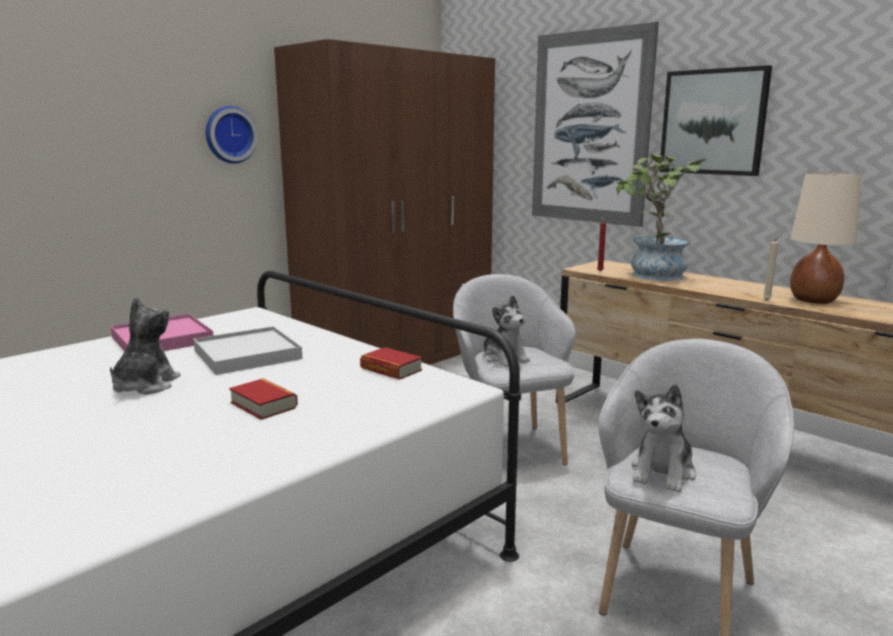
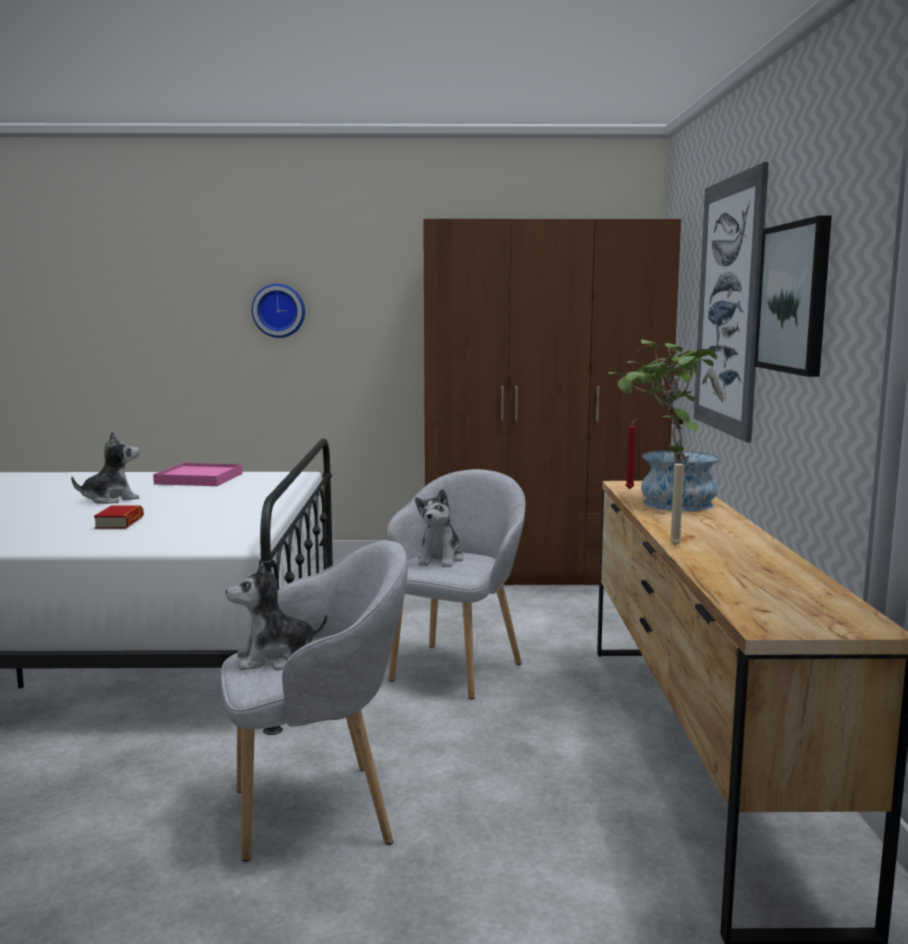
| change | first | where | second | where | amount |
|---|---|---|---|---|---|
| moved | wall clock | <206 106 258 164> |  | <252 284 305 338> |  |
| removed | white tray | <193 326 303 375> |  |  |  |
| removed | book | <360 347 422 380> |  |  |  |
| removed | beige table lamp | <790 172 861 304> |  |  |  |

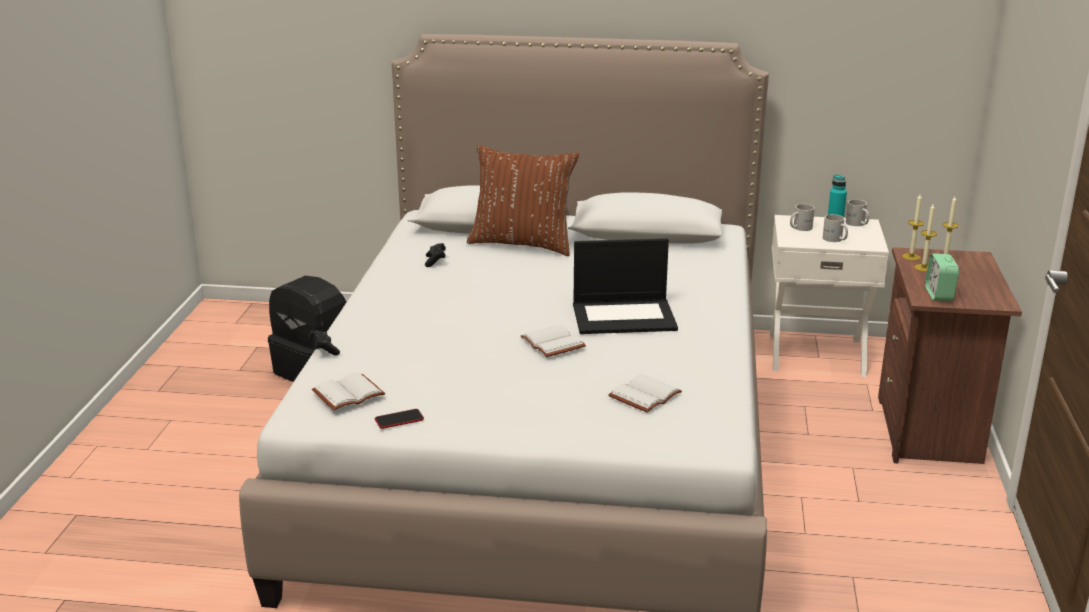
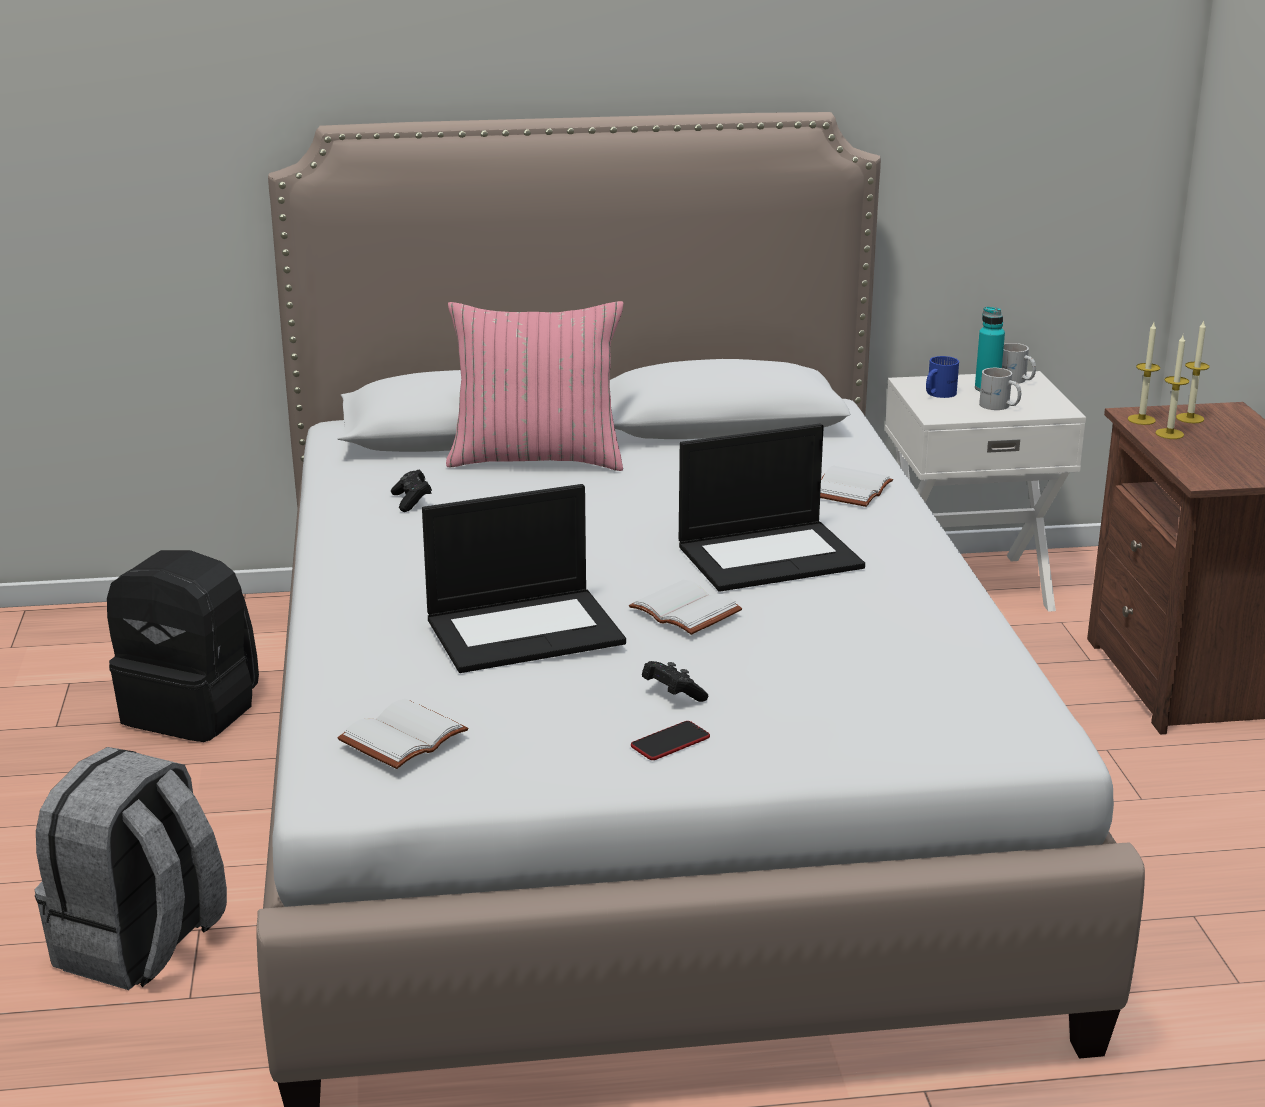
| change | first | where | second | where | amount |
|---|---|---|---|---|---|
| added |  |  | grey backpack | <34 747 227 990> |  |
| added |  |  | laptop | <422 484 626 673> |  |
| recoloured | brown pillow | <467 145 579 256> | pink pillow | <446 301 623 471> |  |
| moved | phone | <375 409 424 429> |  | <631 721 710 760> |  |
| moved | black game controller | <308 330 340 355> |  | <642 661 708 702> |  |
| moved | white book | <608 374 682 413> |  | <820 466 893 507> |  |
| recoloured | white mug | <790 204 815 231> | blue mug | <926 356 959 398> |  |
| removed | alarm clock | <925 253 959 301> |  |  |  |

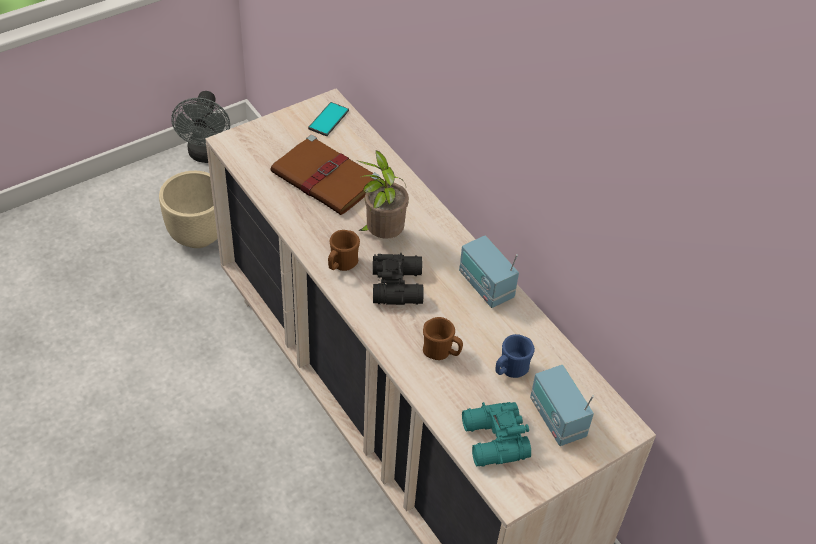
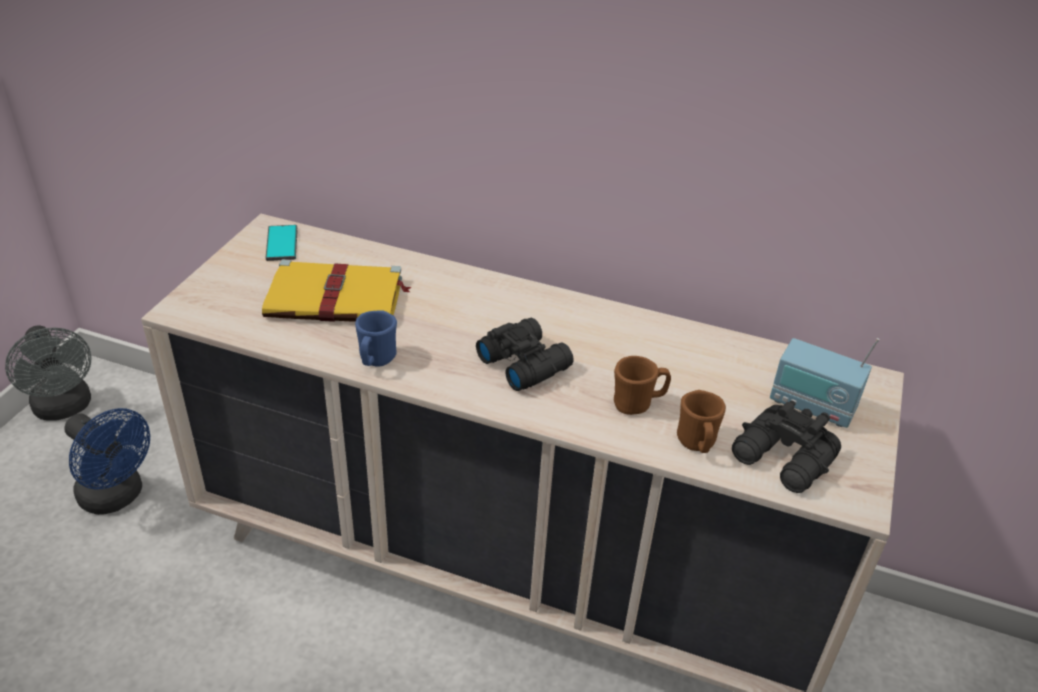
| change | first | where | second | where | amount |
|---|---|---|---|---|---|
| replaced | beige planter | <159 171 218 248> | blue fan | <65 408 150 515> |  |
| recoloured | brown book | <270 135 380 215> | yellow book | <262 259 412 322> |  |
| moved | blue mug | <495 334 535 378> |  | <355 310 397 367> |  |
| moved | brown mug | <328 230 360 271> |  | <677 390 726 453> |  |
| recoloured | turquoise binoculars | <462 402 531 467> | black binoculars | <732 401 841 493> |  |
| removed | potted plant | <358 151 409 239> |  |  |  |
| removed | radio | <459 236 519 308> |  |  |  |

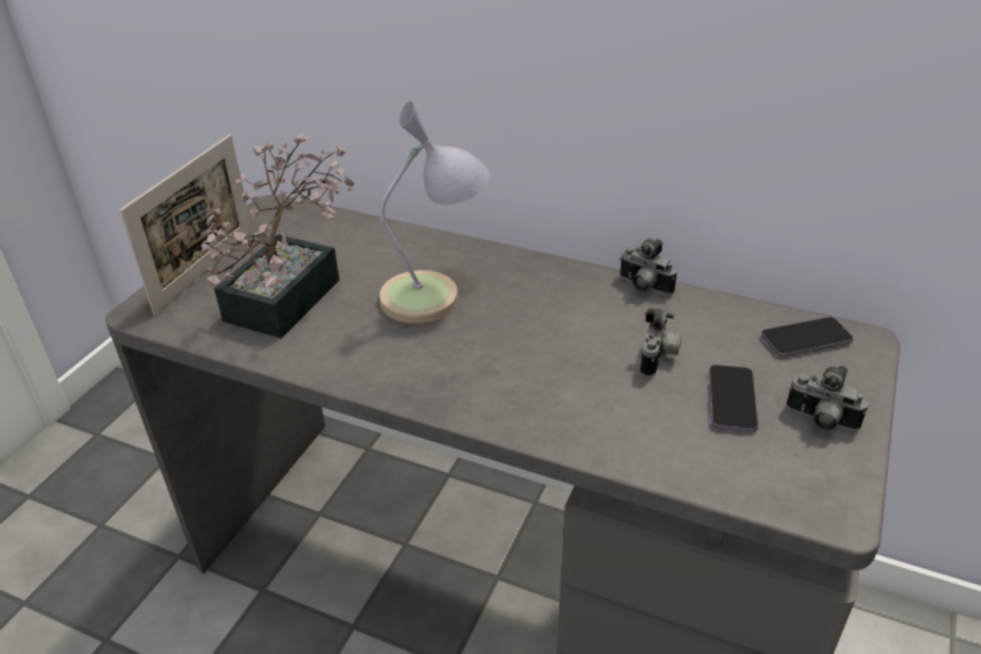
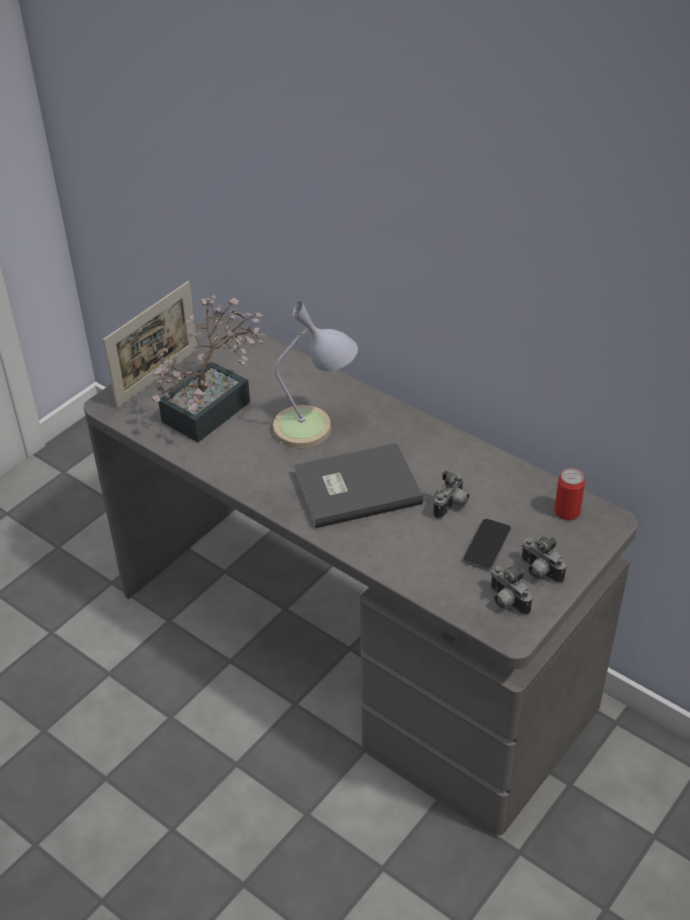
| change | first | where | second | where | amount |
|---|---|---|---|---|---|
| added |  |  | grey book | <294 443 423 528> |  |
| moved | photo camera | <620 239 677 295> |  | <491 566 532 615> |  |
| replaced | phone | <761 317 853 357> | can | <554 468 585 520> |  |

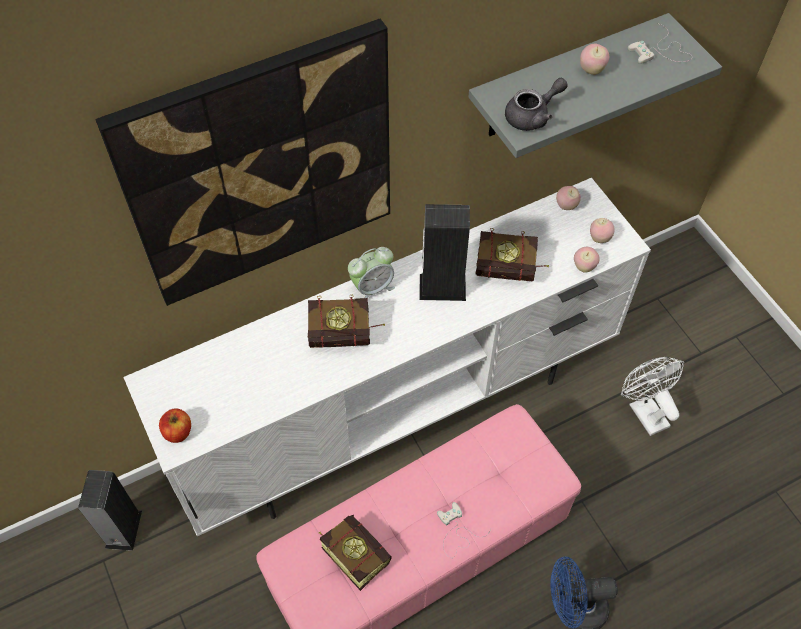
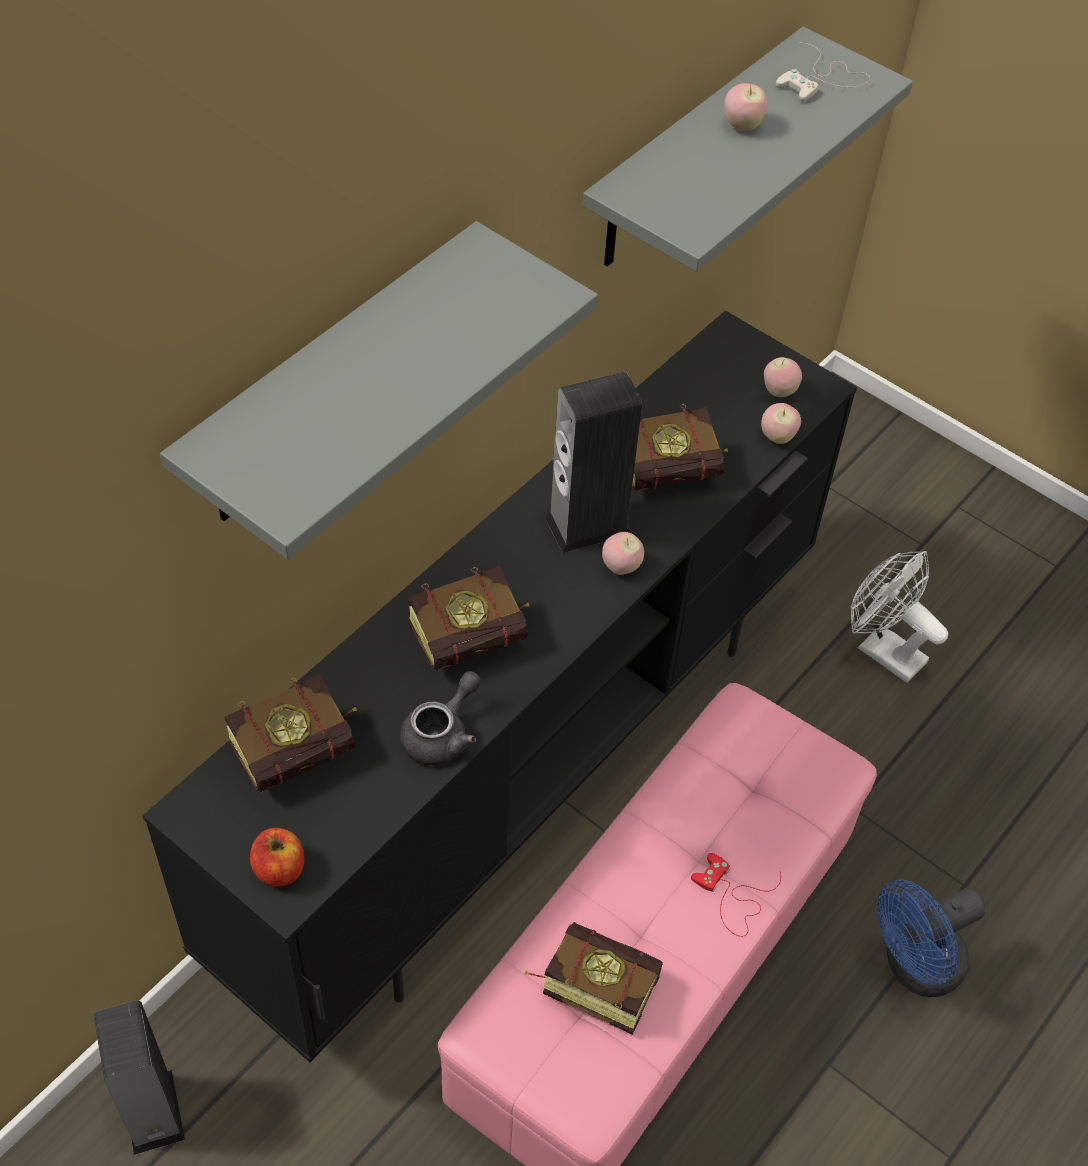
| change | first | where | second | where | amount |
|---|---|---|---|---|---|
| recoloured | white tv stand | <123 178 651 536> | black tv stand | <143 310 857 1062> |  |
| replaced | picture | <95 19 390 306> | grey shelf | <160 221 598 559> |  |
| added |  |  | book | <225 674 357 792> |  |
| moved | grey teapot | <505 78 568 131> |  | <400 671 481 765> |  |
| moved | apple | <556 186 581 210> |  | <602 532 644 575> |  |
| recoloured | white game controller | <437 502 491 558> | red game controller | <691 853 781 937> |  |
| removed | alarm clock | <348 247 395 298> |  |  |  |

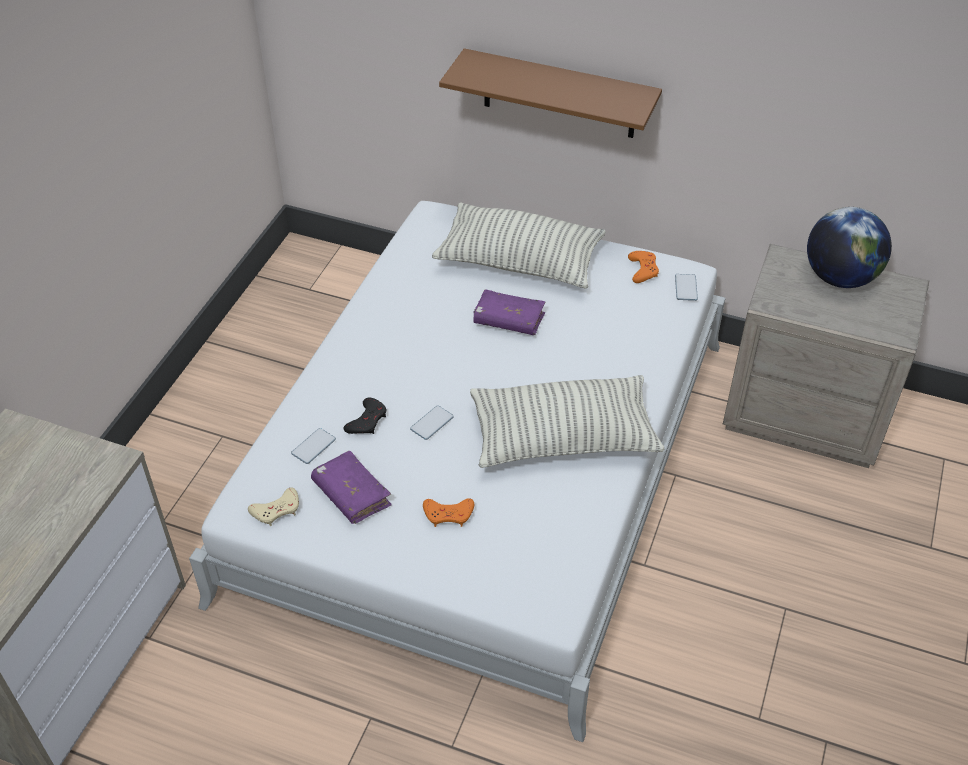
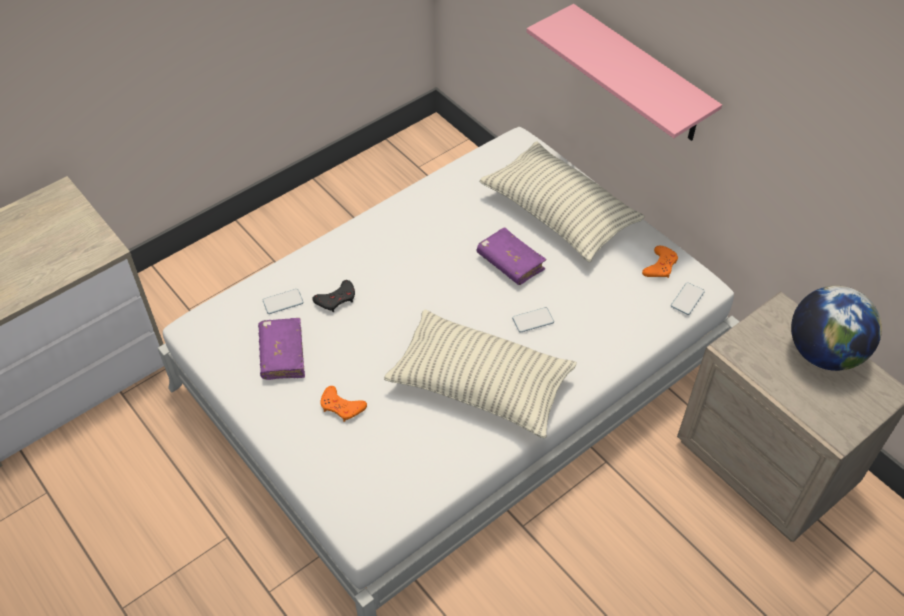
| change | first | where | second | where | amount |
|---|---|---|---|---|---|
| moved | phone | <410 405 454 440> |  | <512 307 554 333> |  |
| recoloured | brown shelf | <439 48 662 138> | pink shelf | <527 4 722 141> |  |
| removed | beige game controller | <248 488 299 526> |  |  |  |

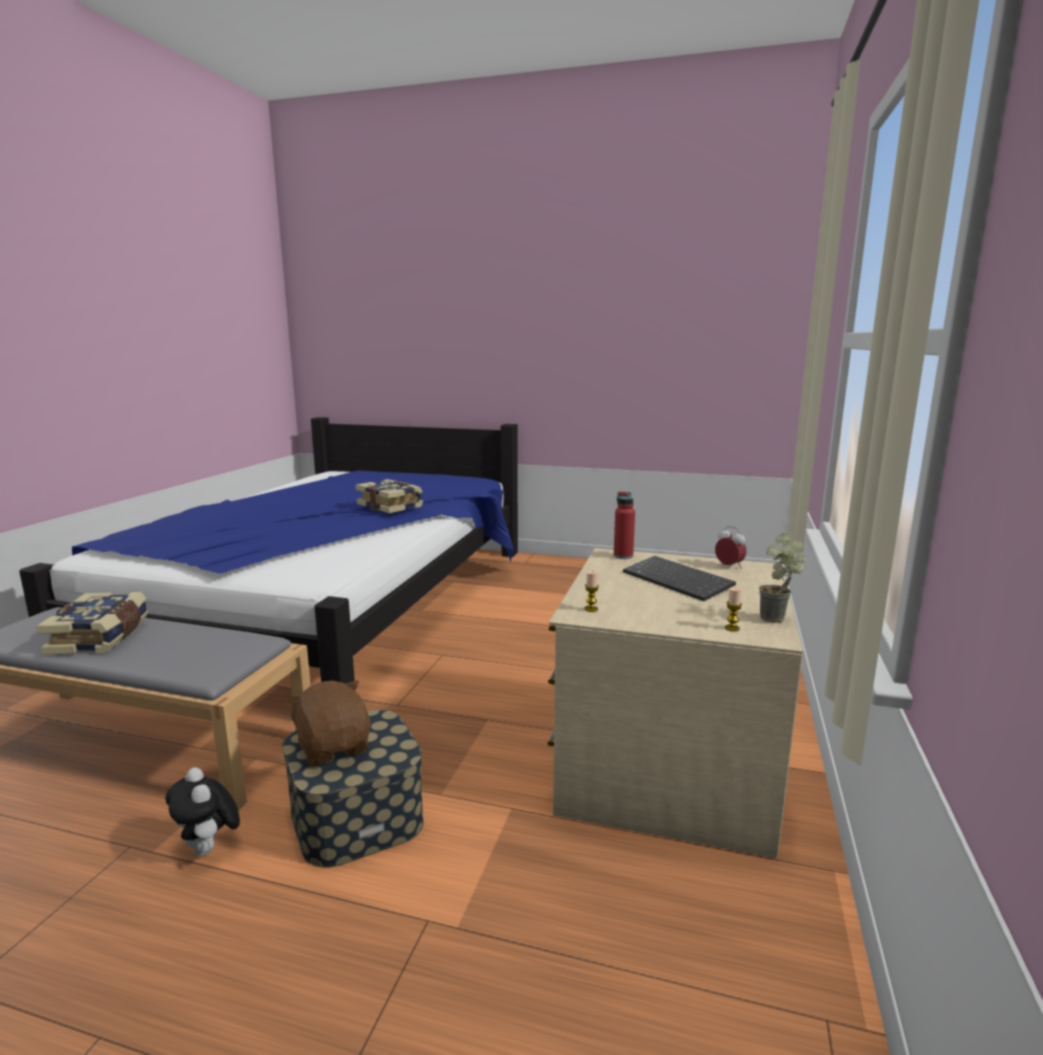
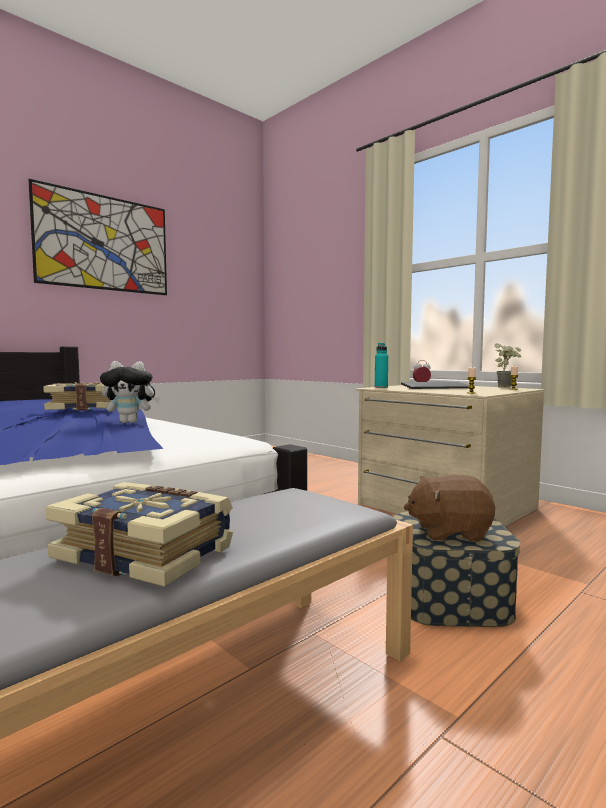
| change | first | where | second | where | amount |
|---|---|---|---|---|---|
| added |  |  | picture | <28 179 167 295> |  |
| moved | plush toy | <165 767 240 857> |  | <100 361 161 423> |  |
| recoloured | red bottle | <614 492 635 559> | turquoise bottle | <375 343 388 388> |  |

